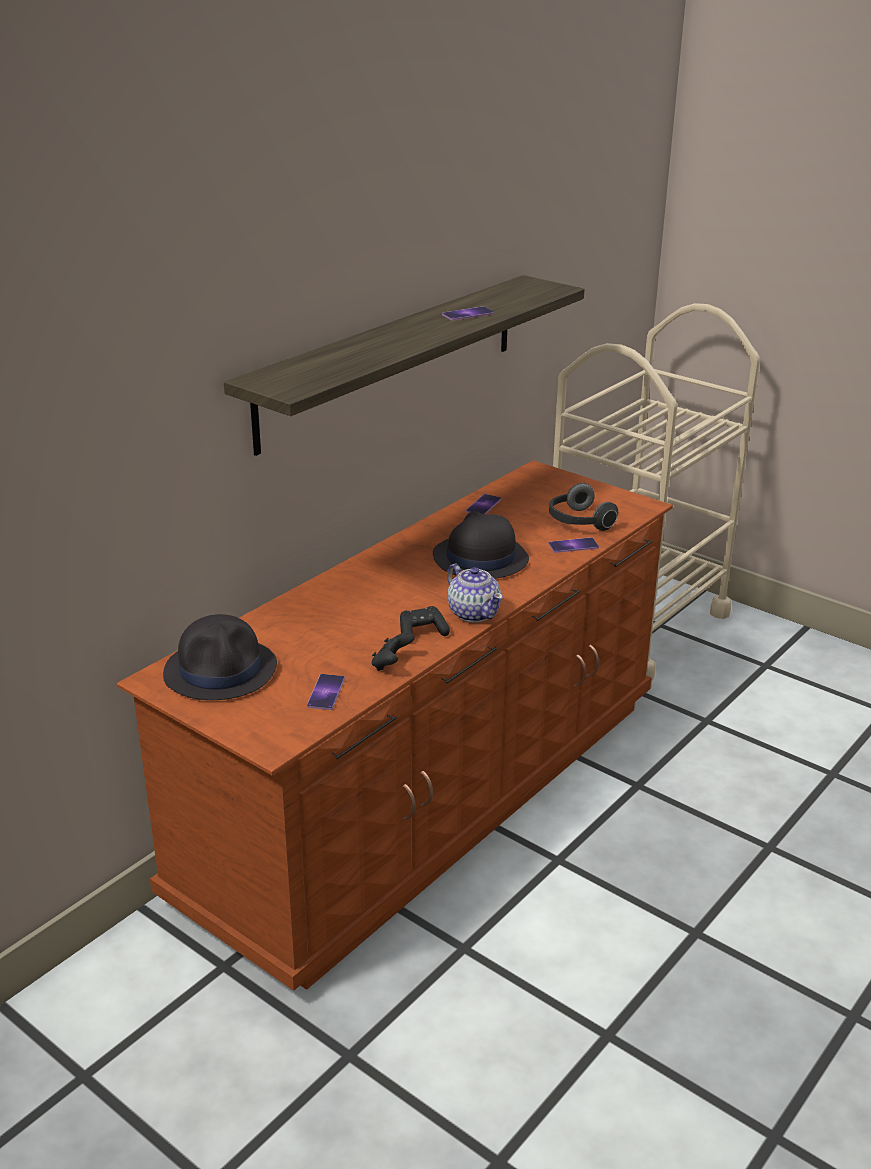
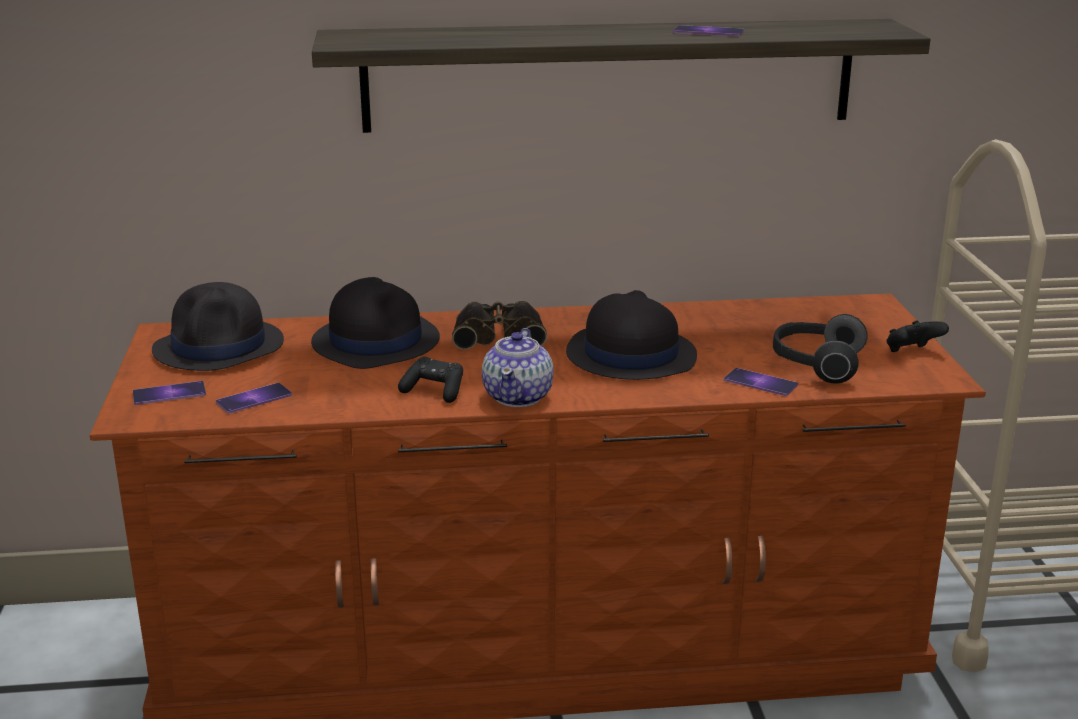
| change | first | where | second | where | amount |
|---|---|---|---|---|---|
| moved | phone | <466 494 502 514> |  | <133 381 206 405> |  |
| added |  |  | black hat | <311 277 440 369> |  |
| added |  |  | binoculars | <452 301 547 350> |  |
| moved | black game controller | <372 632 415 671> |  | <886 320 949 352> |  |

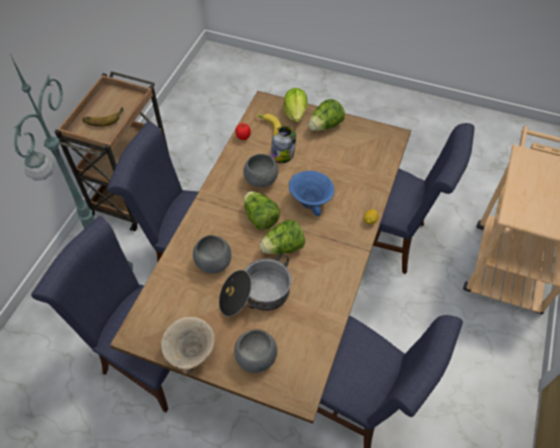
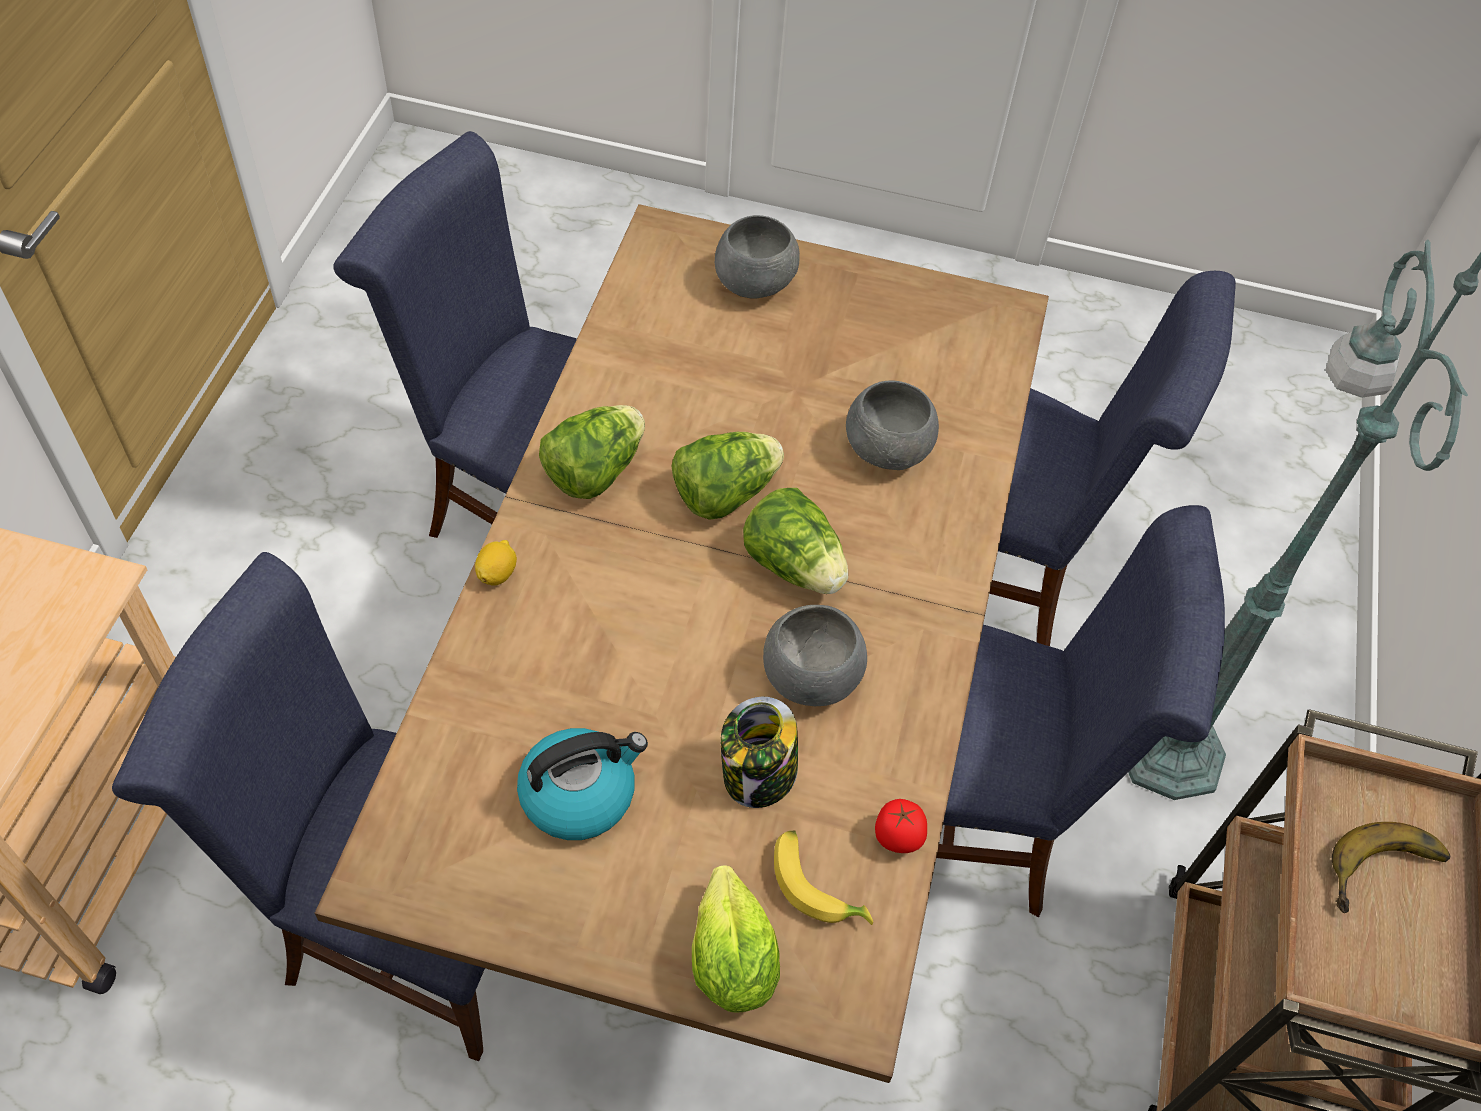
| change | first | where | second | where | amount |
|---|---|---|---|---|---|
| added |  |  | kettle | <517 728 648 840> |  |
| moved | lettuce | <308 99 345 131> |  | <539 405 645 499> |  |
| removed | beige bowl | <161 317 215 374> |  |  |  |
| removed | cooking pot | <219 254 291 317> |  |  |  |
| removed | blue bowl | <289 171 334 216> |  |  |  |

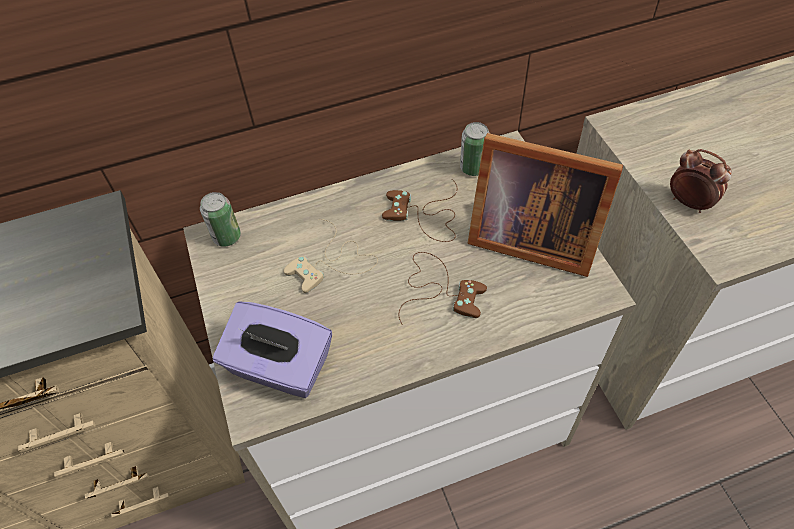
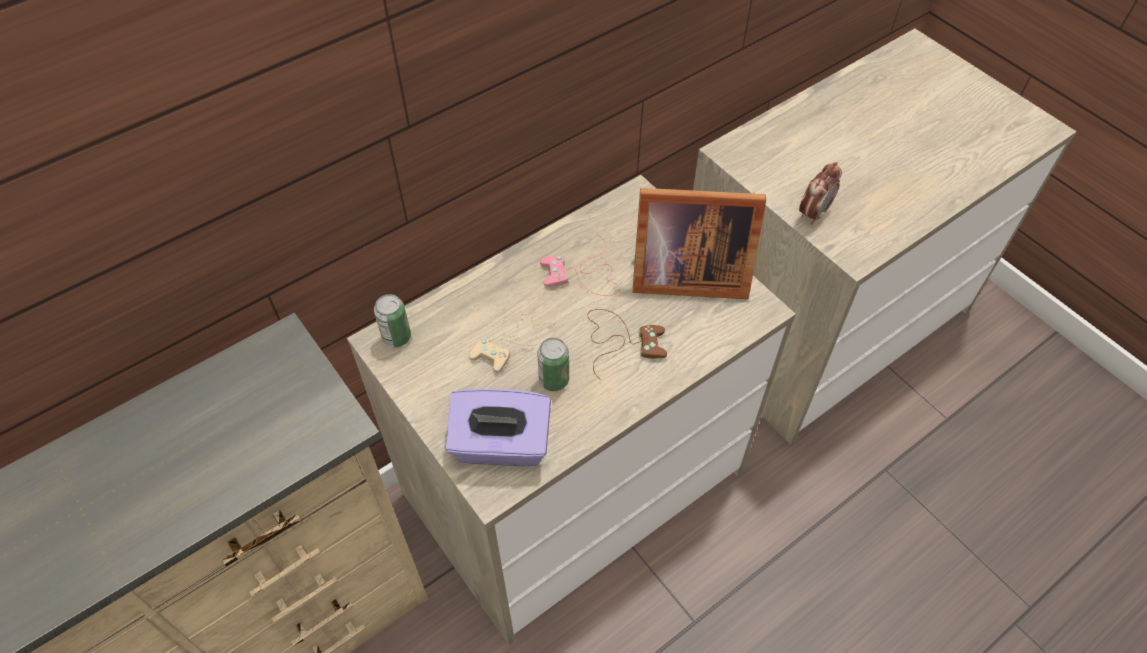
| change | first | where | second | where | amount |
|---|---|---|---|---|---|
| moved | can | <460 122 490 176> |  | <537 338 569 391> |  |
| recoloured | brown game controller | <382 179 457 242> | pink game controller | <540 234 620 296> |  |
| turned | alarm clock | <670 149 732 213> |  | <799 162 842 225> | 105 degrees clockwise |

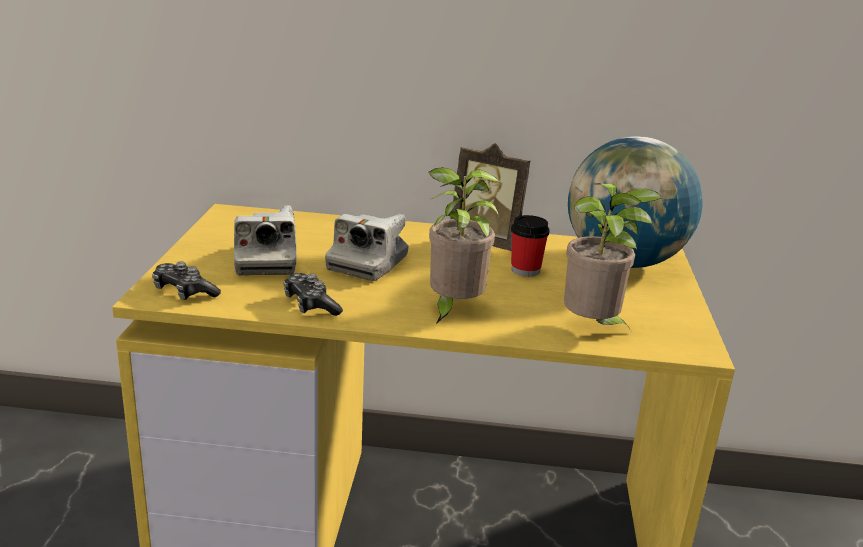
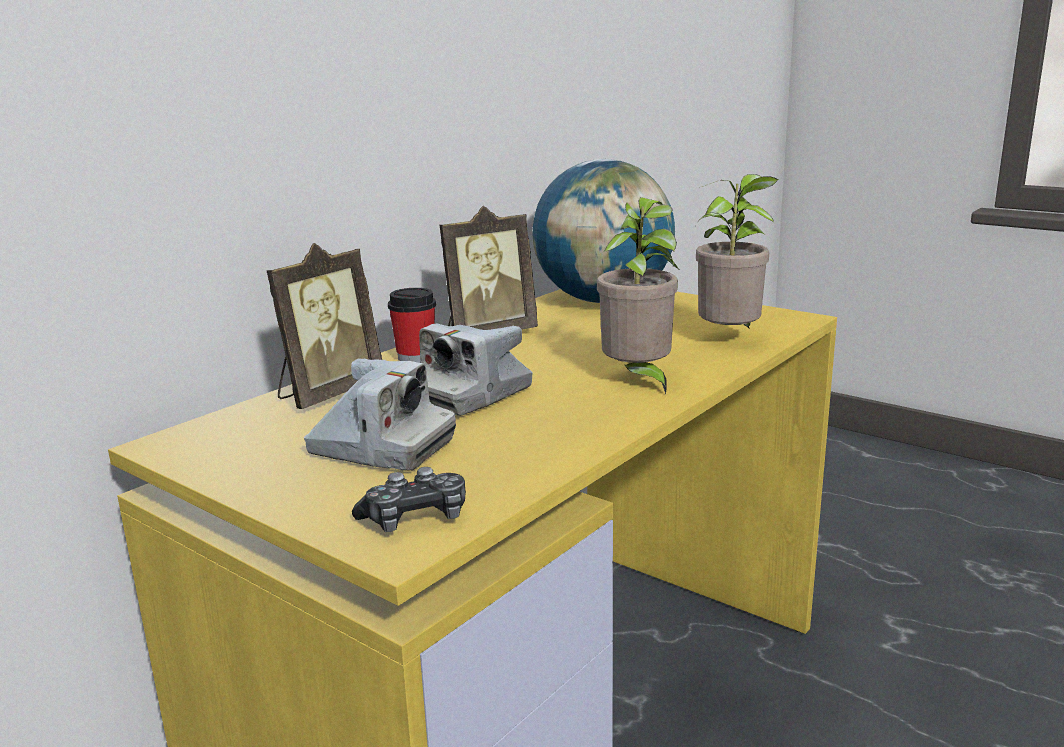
| change | first | where | second | where | amount |
|---|---|---|---|---|---|
| added |  |  | picture frame | <267 243 382 409> |  |
| moved | cup | <511 215 550 277> |  | <388 288 436 363> |  |
| turned | photo camera | <325 214 409 281> |  | <419 324 533 416> | 75 degrees clockwise |
| removed | game controller | <283 273 343 316> |  |  |  |

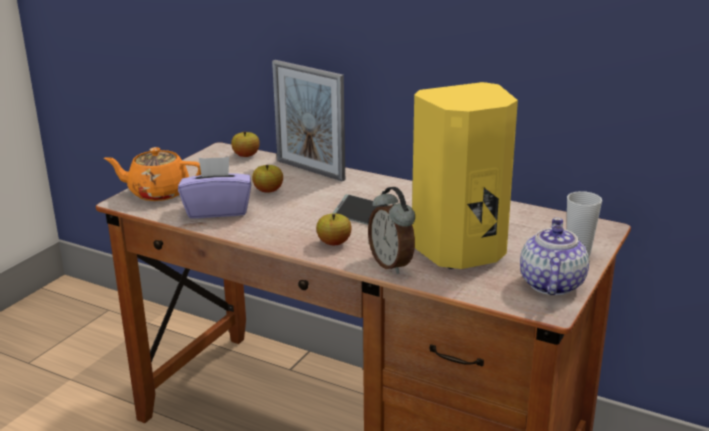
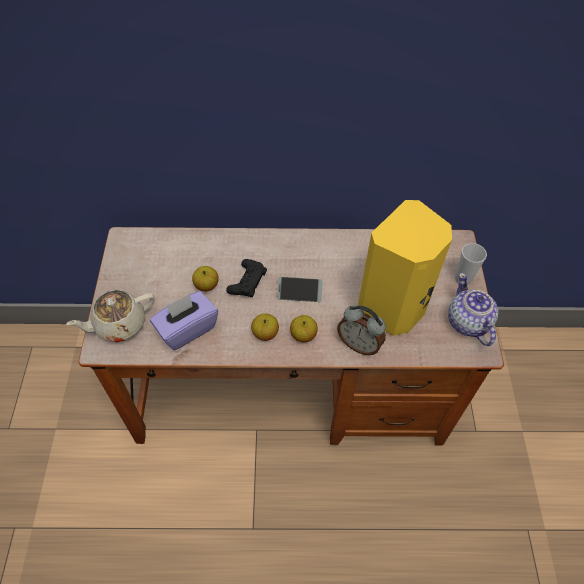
| change | first | where | second | where | amount |
|---|---|---|---|---|---|
| recoloured | orange teapot | <104 147 201 201> | beige teapot | <66 290 155 342> |  |
| added |  |  | black game controller | <226 259 267 297> |  |
| moved | apple | <231 132 260 157> |  | <251 313 279 341> |  |
| removed | picture frame | <272 60 345 181> |  |  |  |

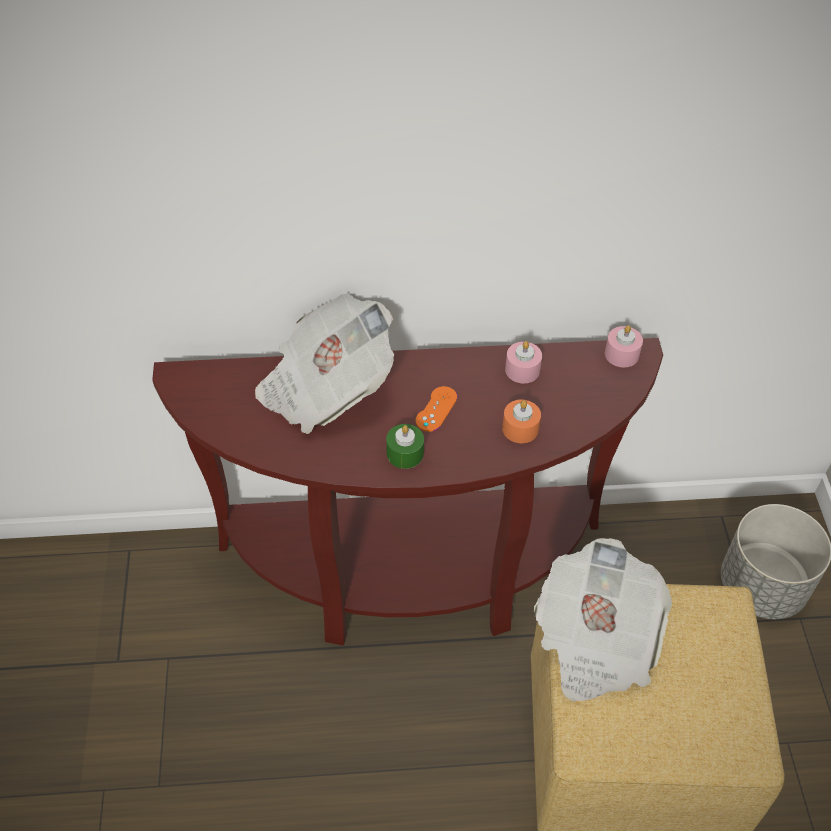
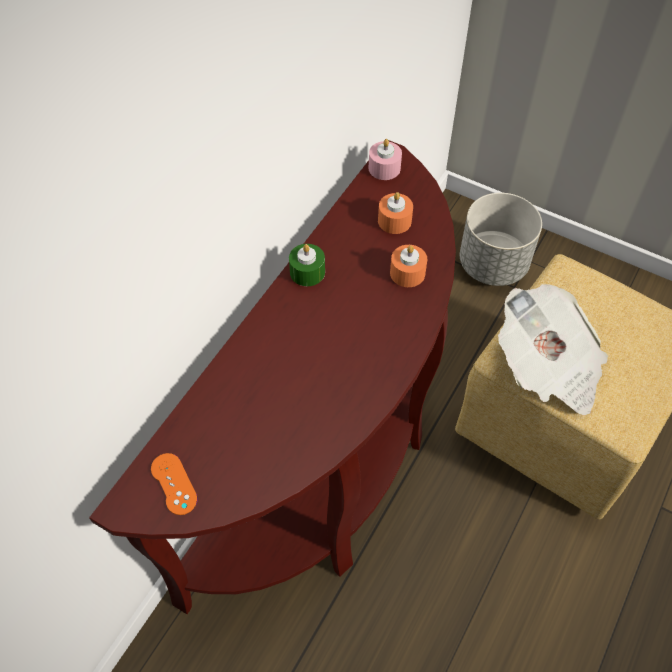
| change | first | where | second | where | amount |
|---|---|---|---|---|---|
| moved | orange game controller | <416 386 457 432> |  | <151 453 197 515> |  |
| moved | green candle | <386 424 424 469> |  | <289 244 325 286> |  |
| added |  |  | orange candle | <378 192 413 234> |  |
| removed | newspaper | <255 293 394 434> |  |  |  |
| removed | pink candle | <505 341 542 383> |  |  |  |

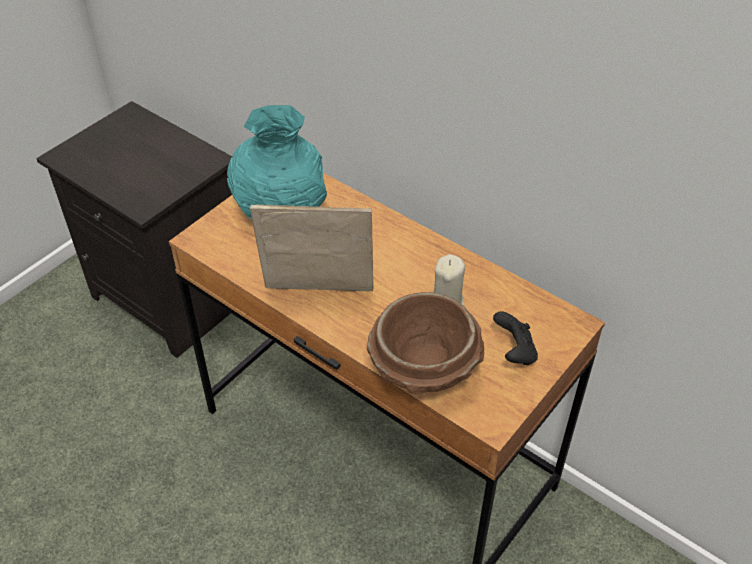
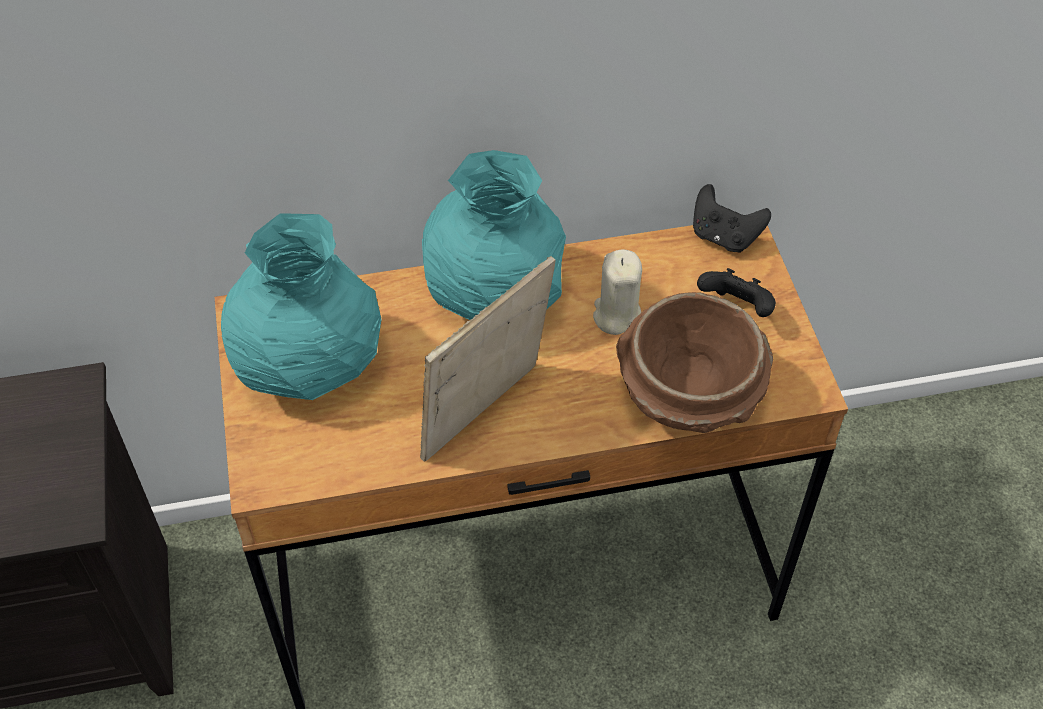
| change | first | where | second | where | amount |
|---|---|---|---|---|---|
| added |  |  | turquoise vase | <422 150 566 320> |  |
| added |  |  | black game controller | <693 184 771 253> |  |

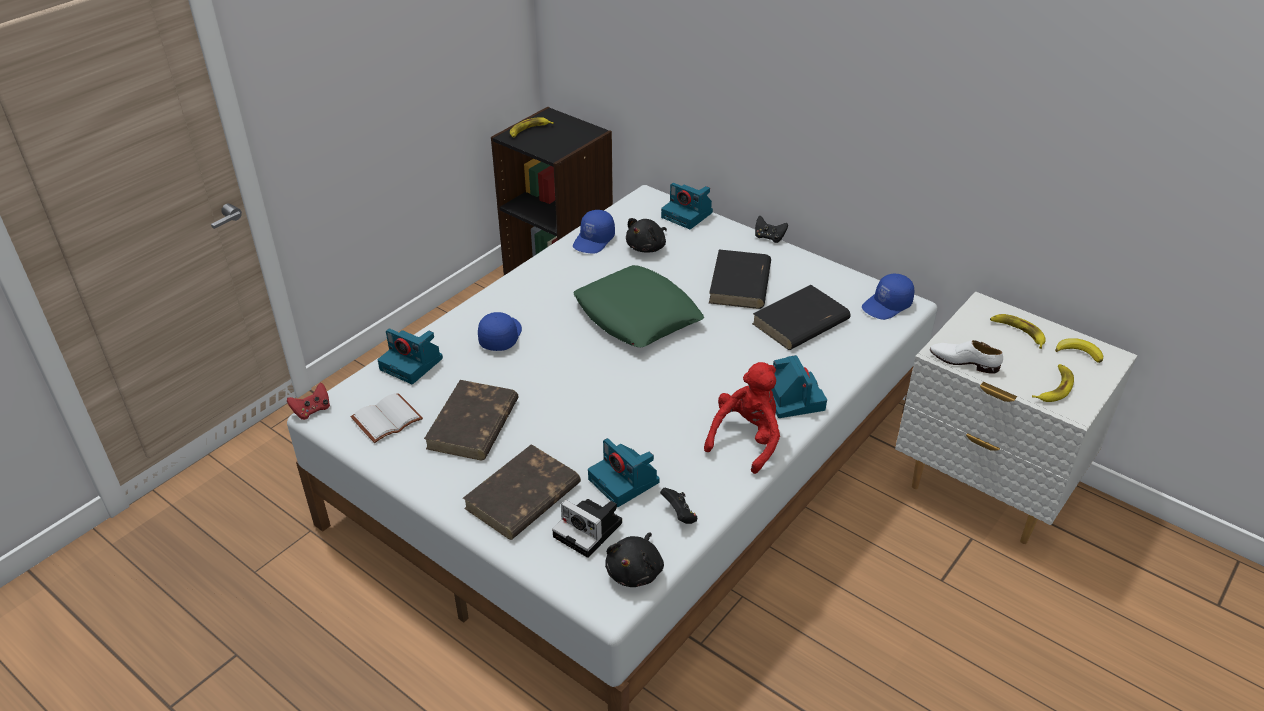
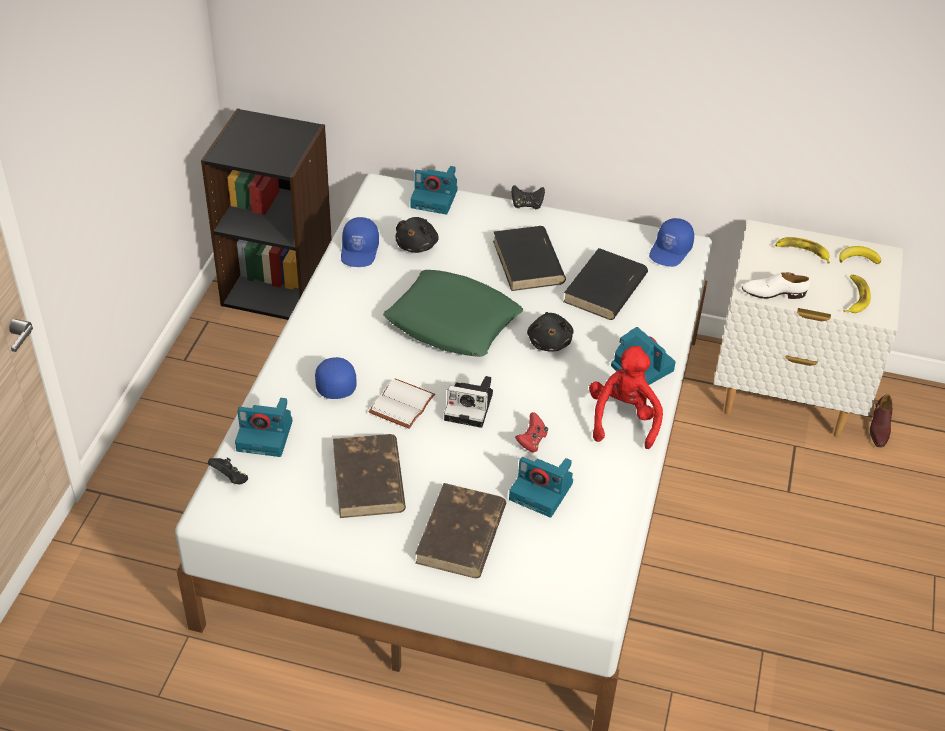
| change | first | where | second | where | amount |
|---|---|---|---|---|---|
| moved | black game controller | <660 488 697 524> |  | <208 458 248 485> |  |
| moved | white book | <351 393 423 443> |  | <369 378 435 429> |  |
| moved | photo camera | <552 499 622 558> |  | <444 376 493 428> |  |
| moved | red game controller | <287 383 330 420> |  | <515 412 548 452> |  |
| moved | black plush toy | <605 532 664 587> |  | <527 312 574 352> |  |
| added |  |  | brown shoe | <870 394 892 447> |  |
| removed | banana | <510 117 554 137> |  |  |  |

